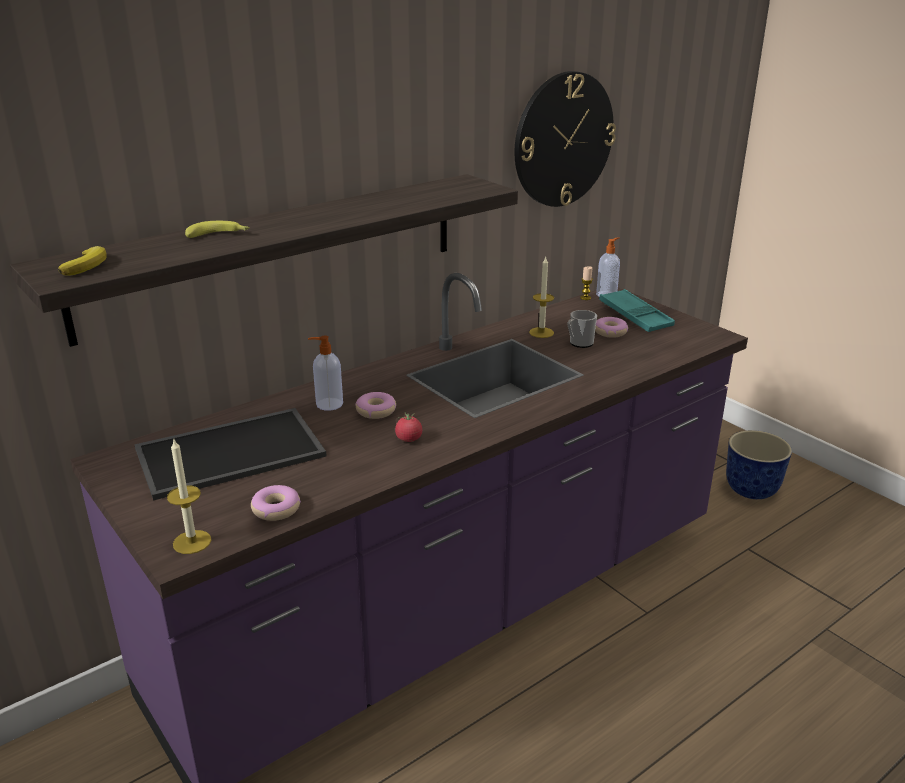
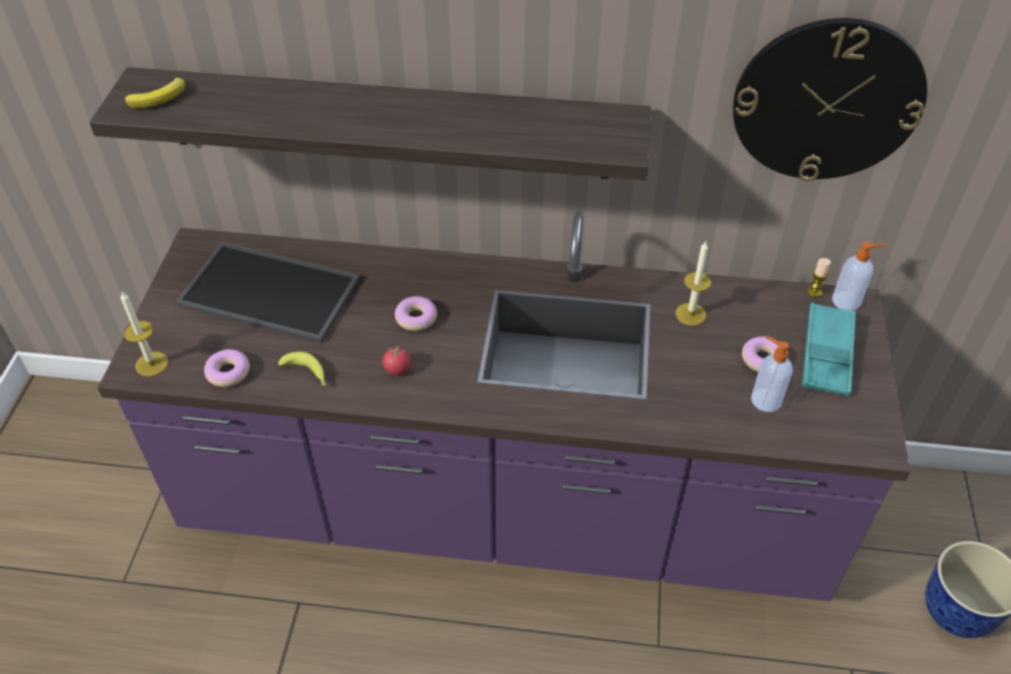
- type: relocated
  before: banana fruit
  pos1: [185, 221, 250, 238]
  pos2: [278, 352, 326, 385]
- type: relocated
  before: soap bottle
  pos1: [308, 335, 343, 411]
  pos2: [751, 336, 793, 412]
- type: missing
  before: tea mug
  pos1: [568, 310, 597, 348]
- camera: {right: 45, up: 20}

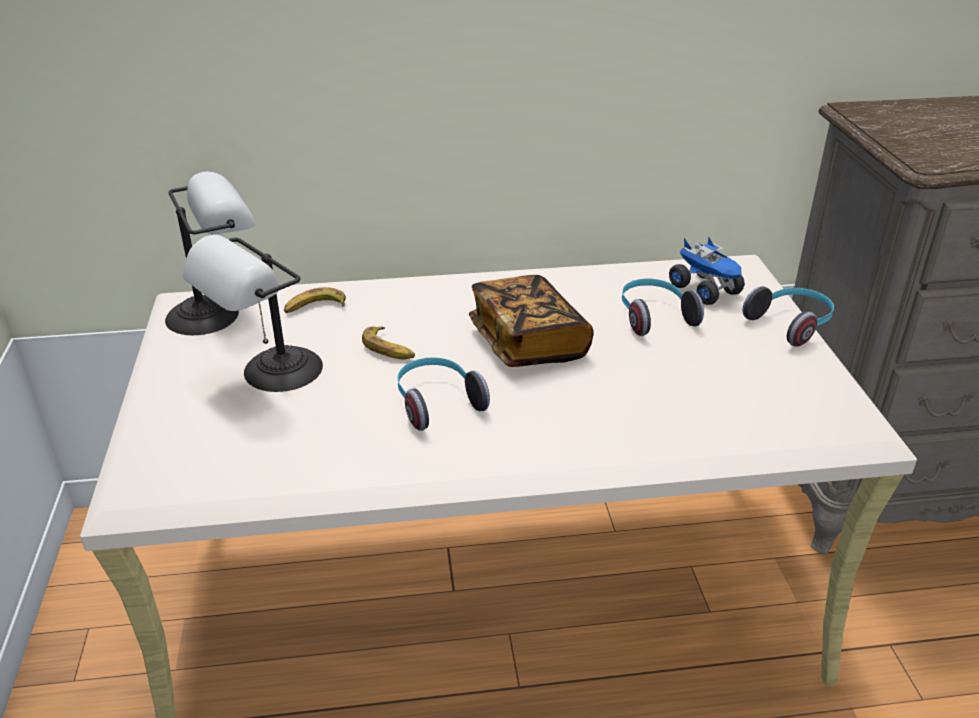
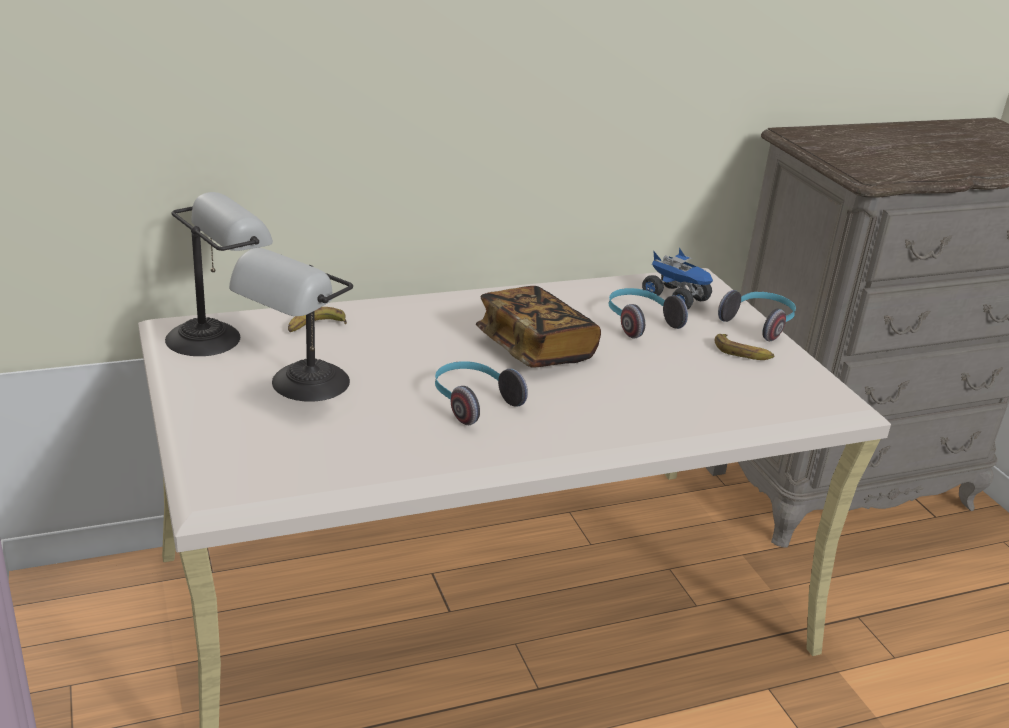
- type: relocated
  before: banana fruit
  pos1: [362, 327, 415, 359]
  pos2: [715, 334, 774, 360]
- camera: {right: -15, up: -5}

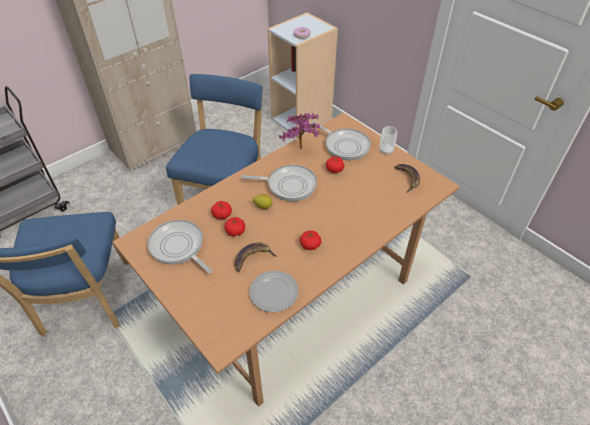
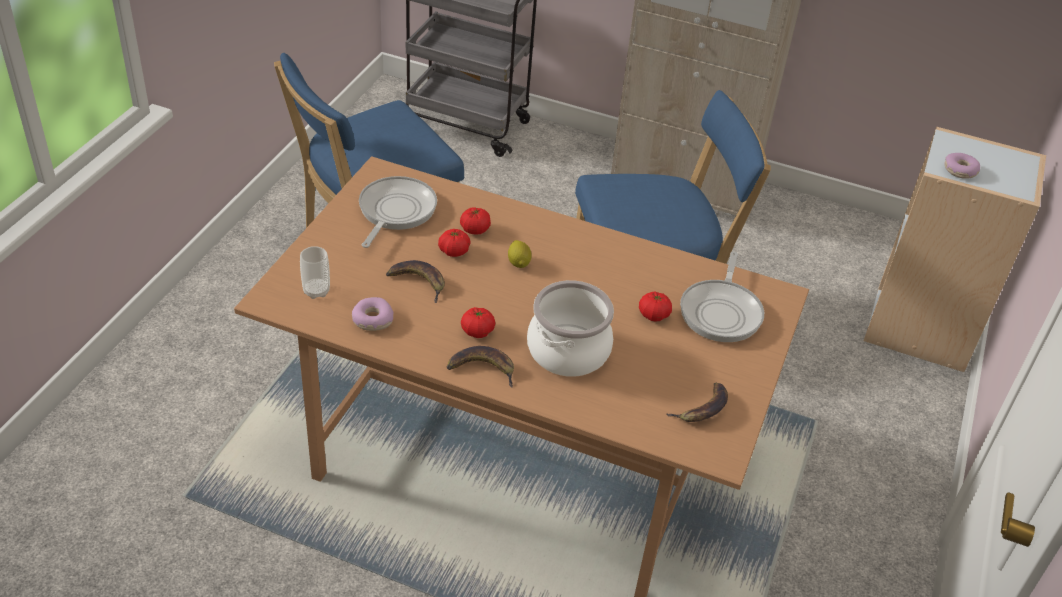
- type: relocated
  before: small cup
  pos1: [379, 126, 397, 155]
  pos2: [300, 246, 330, 299]
- type: exchanged
  before: plate
  after: doughnut
  pos1: [249, 271, 298, 312]
  pos2: [352, 297, 394, 331]
- type: appeared
  after: banana fruit
  pos2: [447, 346, 514, 388]
- type: appeared
  after: cooking pot
  pos2: [527, 280, 614, 377]
- type: missing
  before: skillet
  pos1: [241, 165, 317, 201]
- type: missing
  before: potted plant
  pos1: [279, 113, 320, 149]
- camera: {right: 60, up: -5}

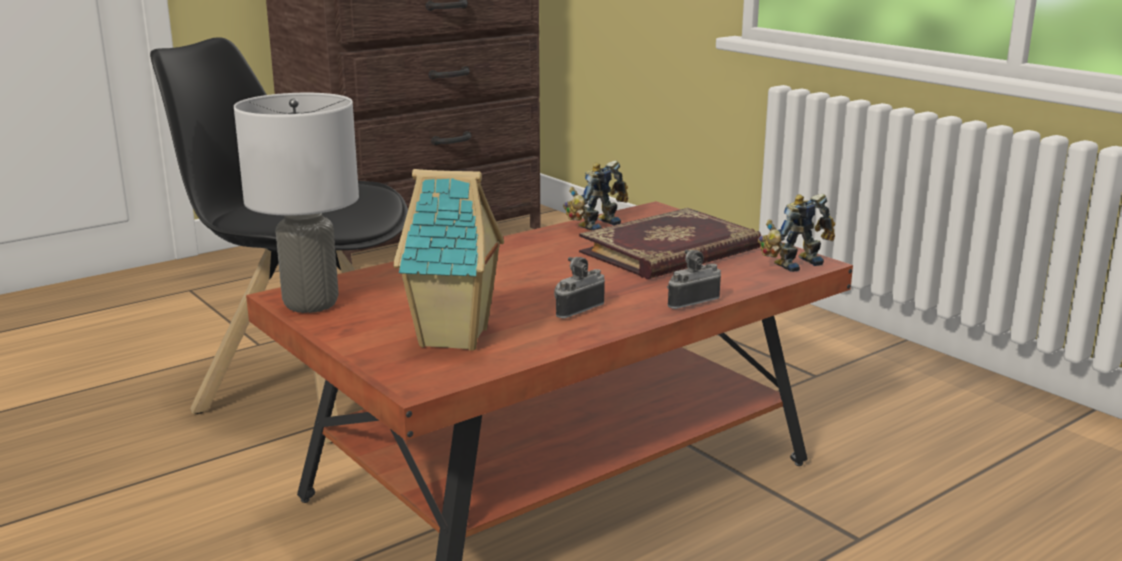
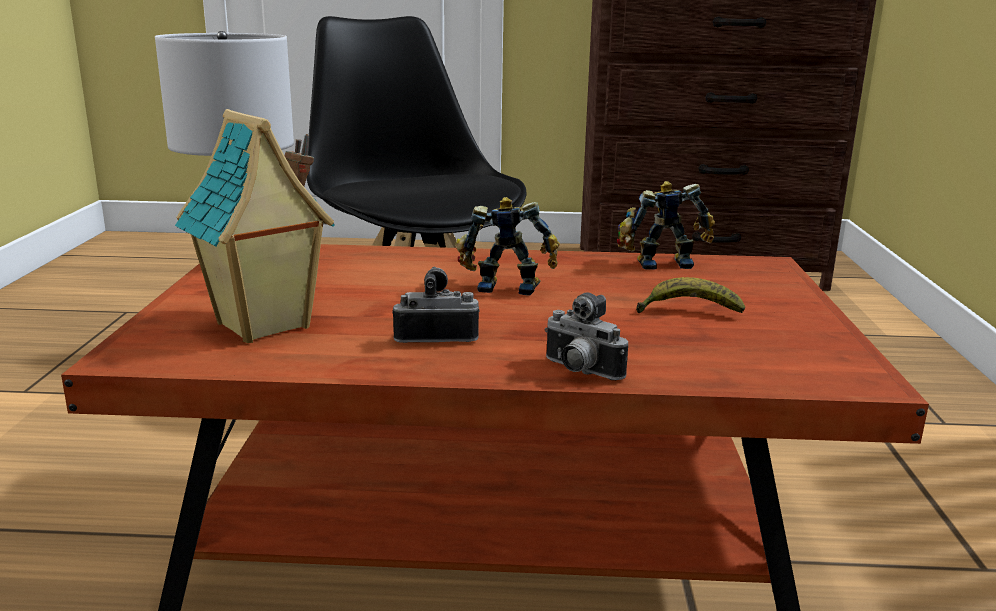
- type: relocated
  before: model robot
  pos1: [758, 194, 835, 272]
  pos2: [455, 197, 560, 296]
- type: spun
  before: still camera
  pos1: [667, 250, 721, 309]
  pos2: [544, 292, 628, 380]
  turn: -150
- type: exchanged
  before: book
  after: banana fruit
  pos1: [579, 208, 761, 279]
  pos2: [636, 277, 745, 313]
- camera: {right: 40, up: 0}

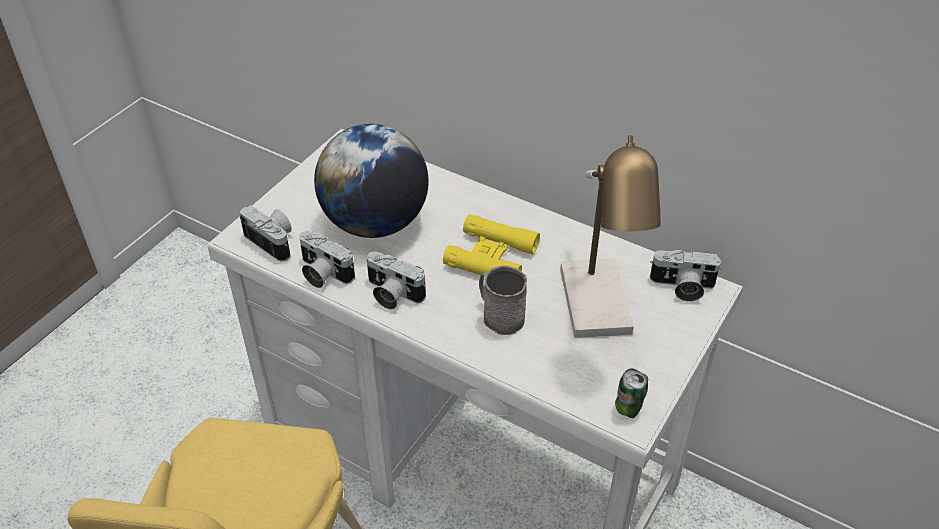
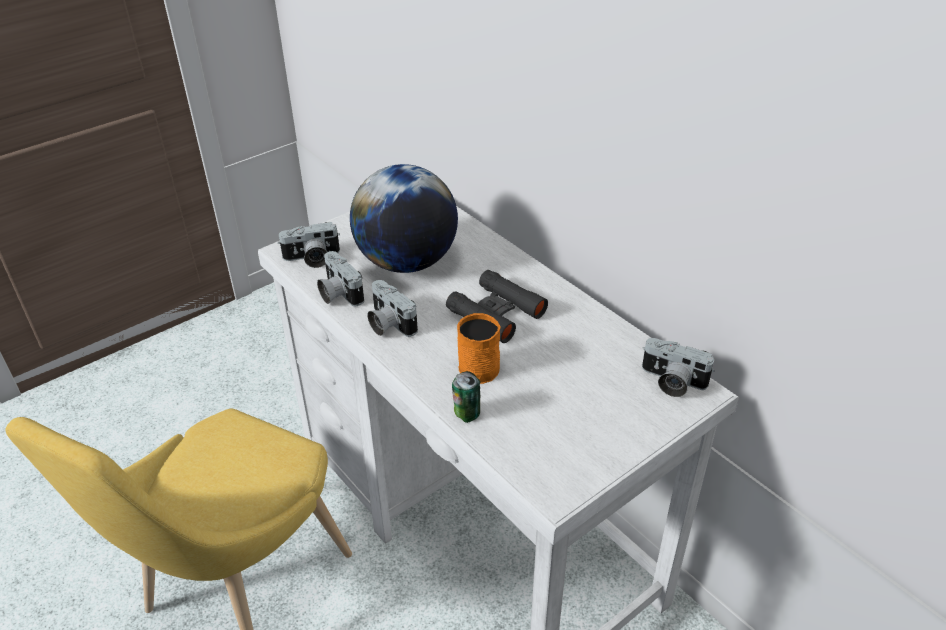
- type: spun
  before: still camera
  pos1: [239, 205, 292, 262]
  pos2: [278, 222, 340, 268]
  turn: 105
- type: colour
  before: binoculars (yellow-coloured)
  after: binoculars (black)
  pos1: [443, 214, 540, 275]
  pos2: [446, 270, 548, 343]
- type: relocated
  before: can
  pos1: [615, 368, 648, 418]
  pos2: [452, 371, 480, 423]
- type: colour
  before: tea mug (greyish)
  after: tea mug (orange)
  pos1: [479, 266, 527, 335]
  pos2: [457, 313, 501, 384]
- type: missing
  before: tabletop lamp
  pos1: [560, 135, 661, 338]
- camera: {right: 20, up: -5}

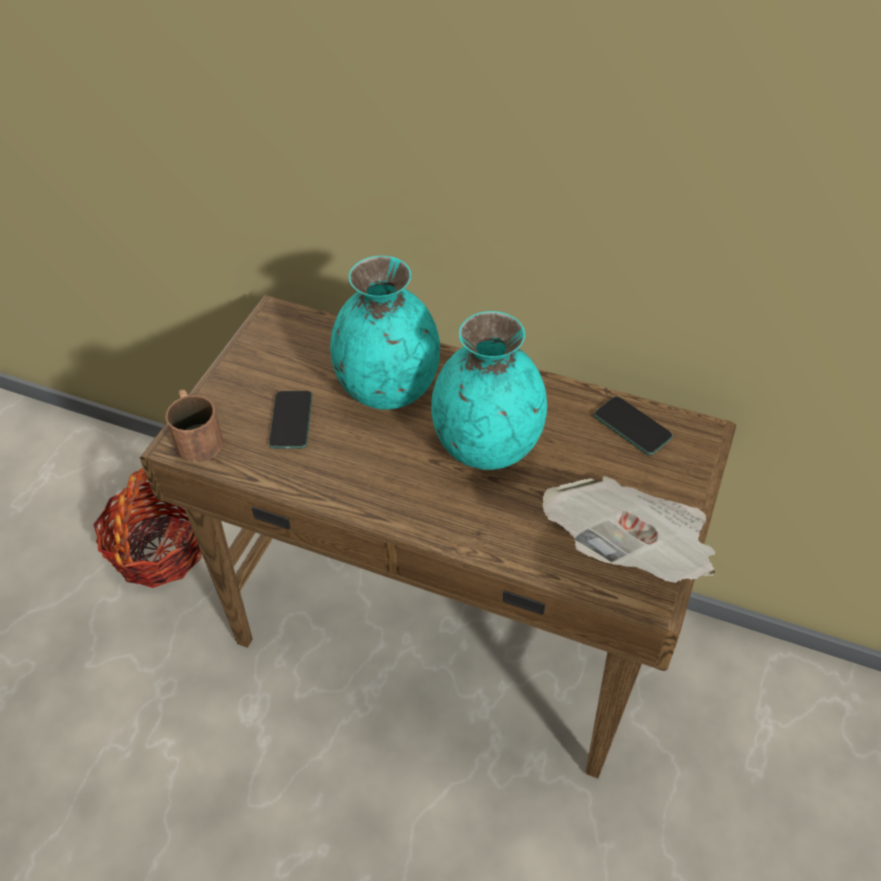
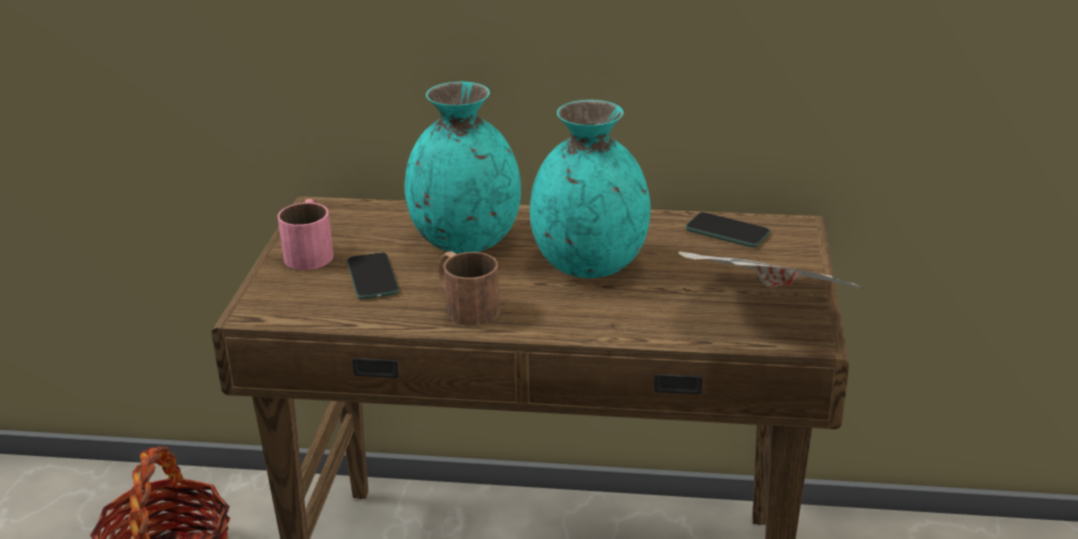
- type: appeared
  after: tea mug (pinkish)
  pos2: [278, 199, 334, 270]
- type: relocated
  before: tea mug (brownish)
  pos1: [165, 389, 223, 463]
  pos2: [439, 251, 500, 326]
- camera: {right: -15, up: -20}

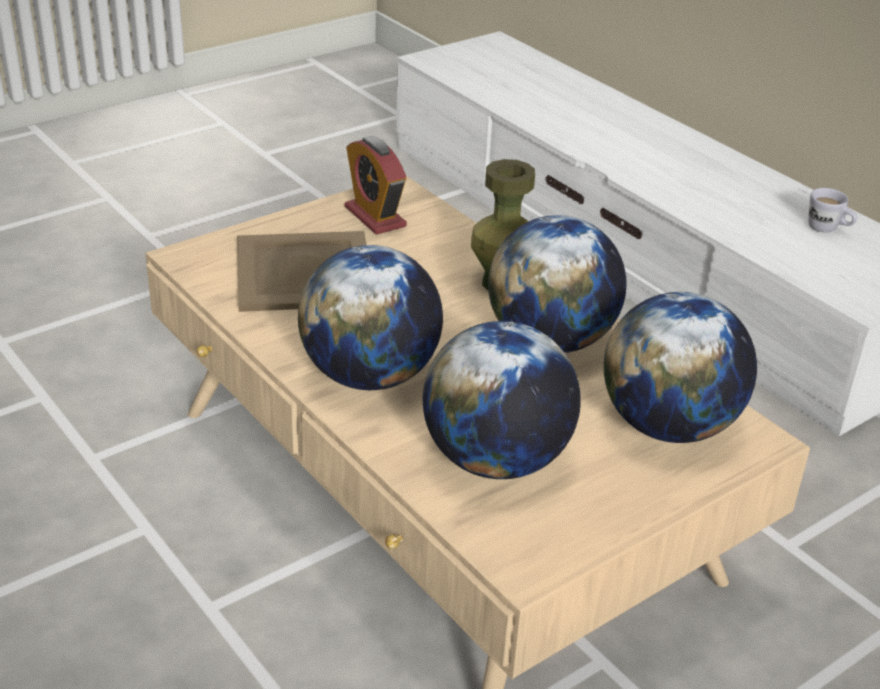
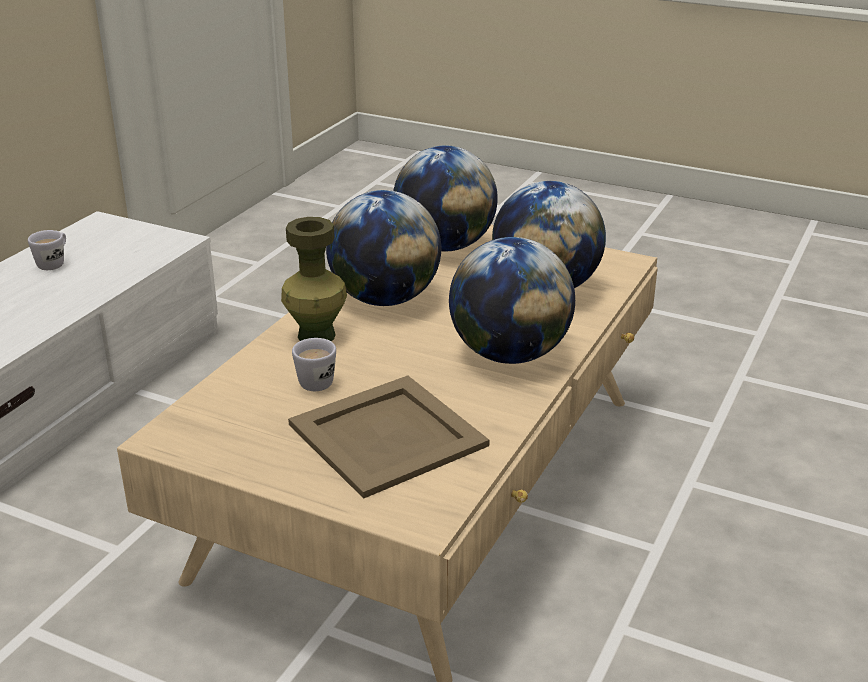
- type: appeared
  after: tea mug (white)
  pos2: [292, 338, 336, 391]
- type: missing
  before: alarm clock
  pos1: [345, 136, 407, 235]
- camera: {right: -115, up: -5}

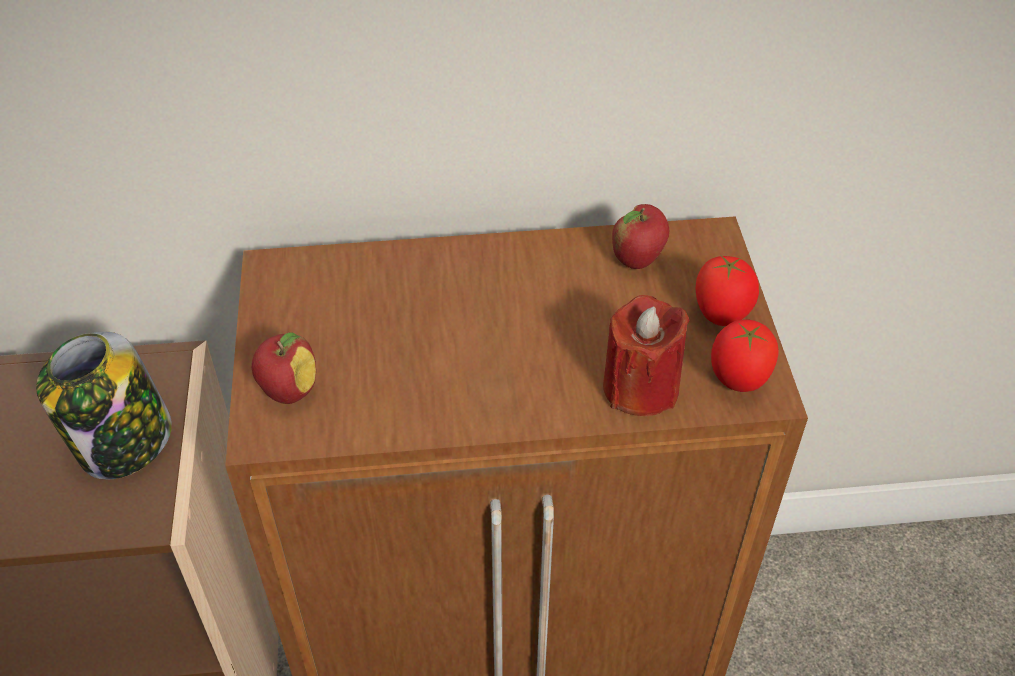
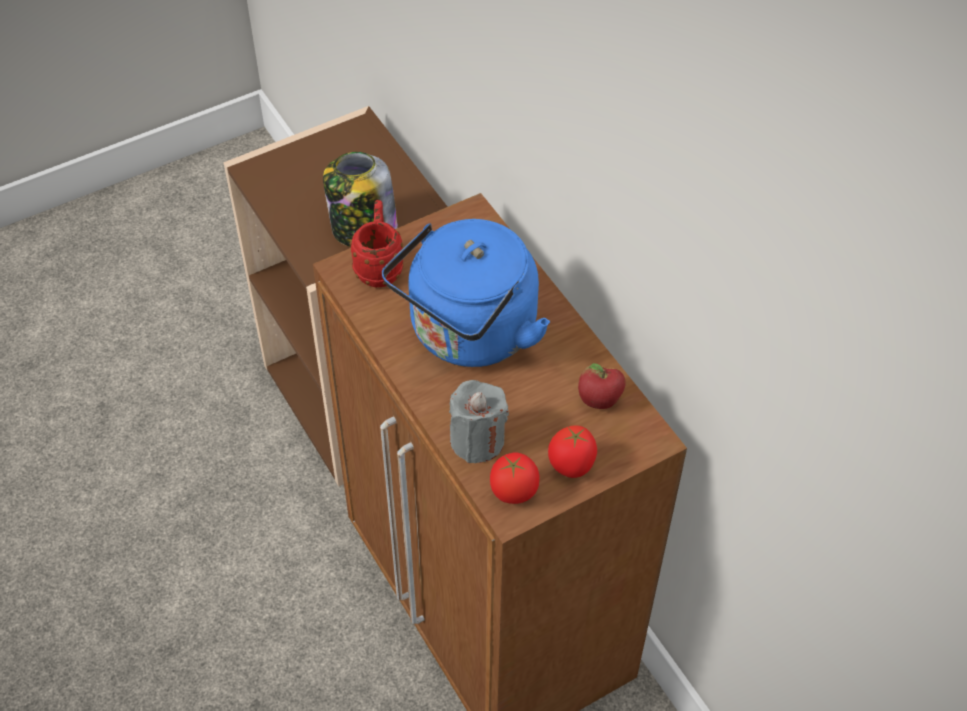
- type: exchanged
  before: apple fruit
  after: tea mug (red-coloured)
  pos1: [252, 332, 316, 404]
  pos2: [350, 200, 404, 287]
- type: appeared
  after: kettle (bluish)
  pos2: [382, 219, 550, 367]
- type: colour
  before: wax light (red-coloured)
  after: wax light (greyish)
  pos1: [603, 295, 689, 416]
  pos2: [449, 380, 509, 463]
- camera: {right: 65, up: 5}

